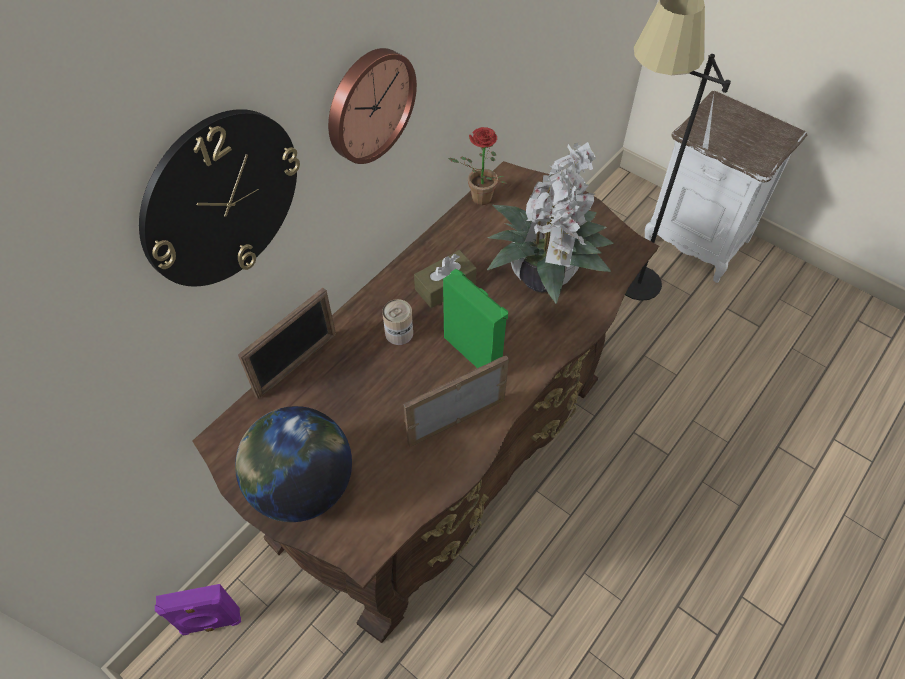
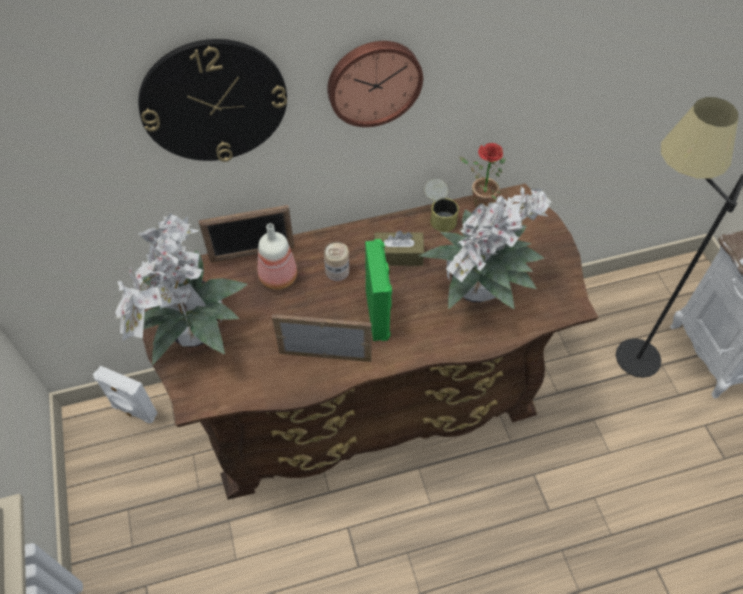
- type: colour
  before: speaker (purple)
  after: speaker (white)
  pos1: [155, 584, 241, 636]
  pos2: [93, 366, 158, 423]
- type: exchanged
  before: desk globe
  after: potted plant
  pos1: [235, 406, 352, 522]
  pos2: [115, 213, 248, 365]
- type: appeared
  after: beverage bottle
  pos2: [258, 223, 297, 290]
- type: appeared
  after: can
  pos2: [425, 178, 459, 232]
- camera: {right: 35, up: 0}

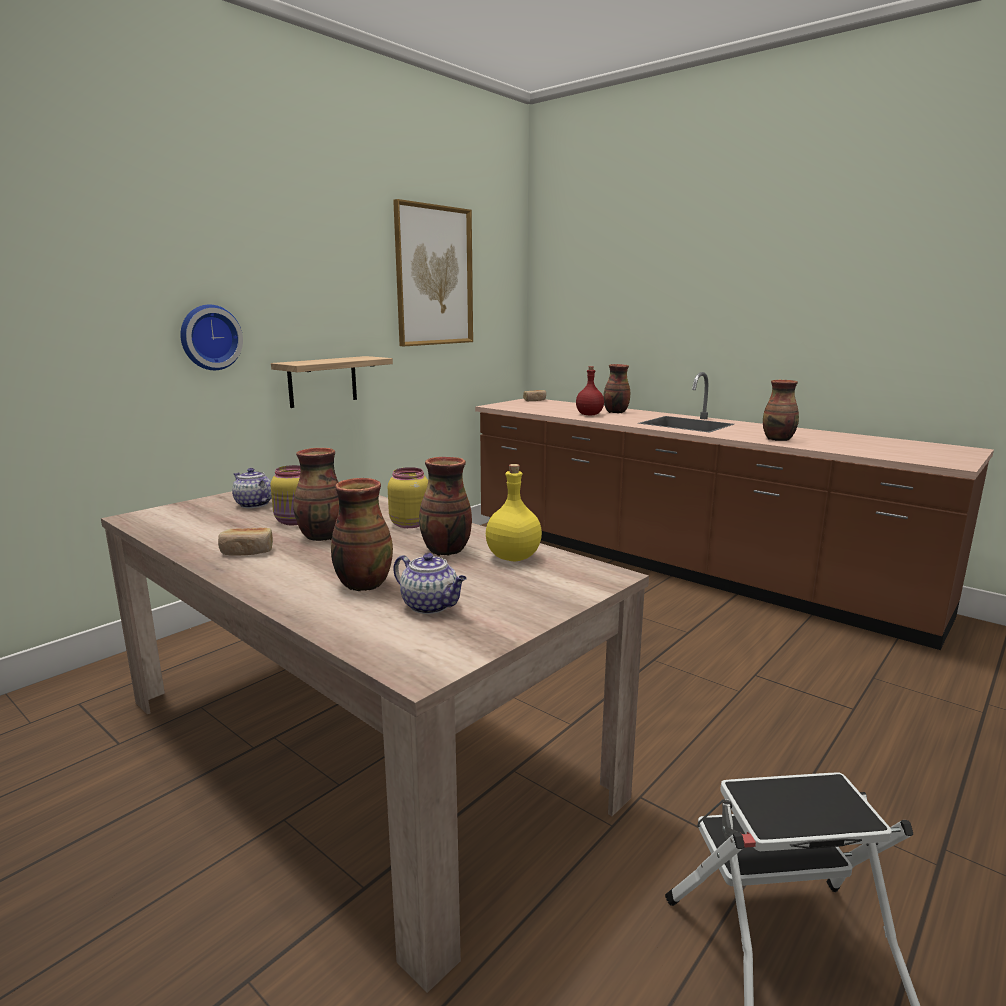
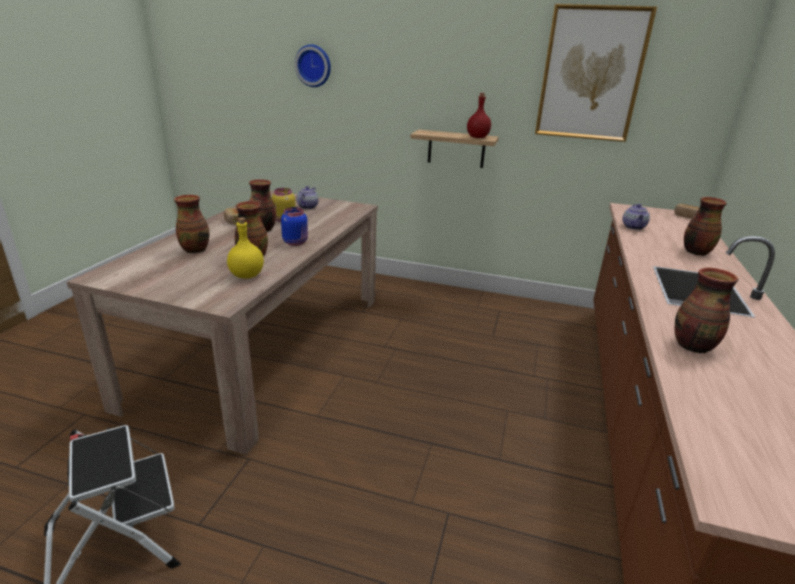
- type: colour
  before: storage jar (yellow-coloured)
  after: storage jar (bluish)
  pos1: [388, 467, 428, 528]
  pos2: [281, 207, 308, 246]
- type: relocated
  before: clock on the wall
  pos1: [180, 305, 243, 370]
  pos2: [295, 44, 331, 87]
- type: relocated
  before: beverage bottle (red-coloured)
  pos1: [576, 366, 604, 416]
  pos2: [467, 93, 491, 138]
- type: relocated
  before: pot for tea
  pos1: [393, 553, 467, 614]
  pos2: [623, 204, 650, 230]
- camera: {right: 65, up: 10}

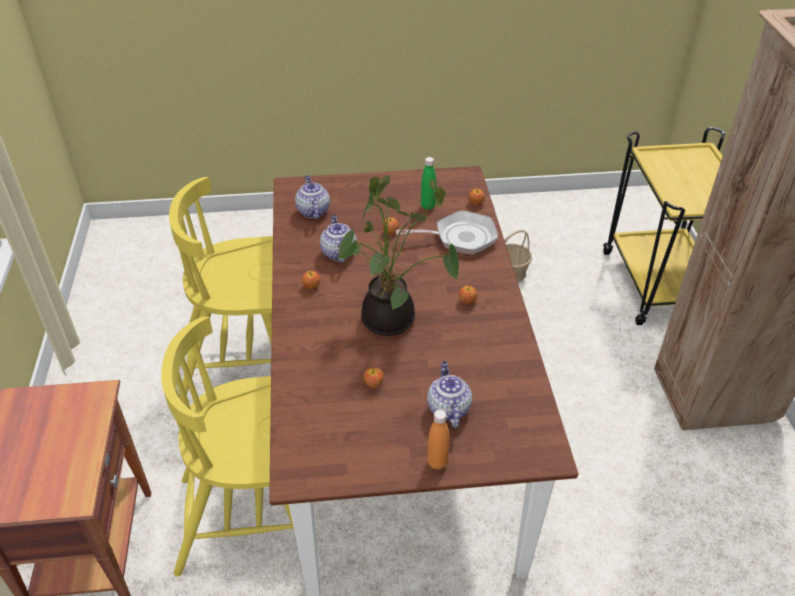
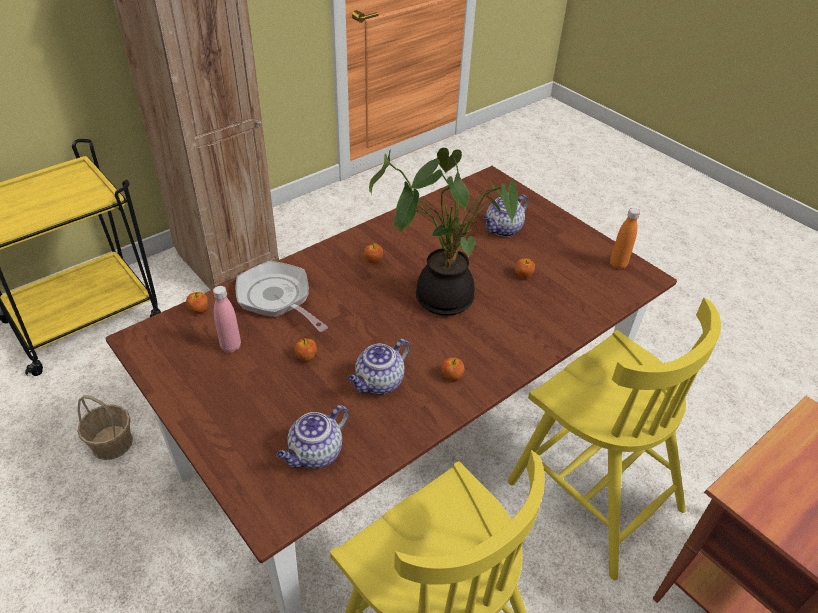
- type: colour
  before: beverage bottle (green)
  after: beverage bottle (pinkish)
  pos1: [421, 157, 436, 209]
  pos2: [213, 286, 241, 353]
- type: relocated
  before: beverage bottle (orange)
  pos1: [427, 410, 449, 470]
  pos2: [610, 208, 640, 270]
- camera: {right: -125, up: 0}

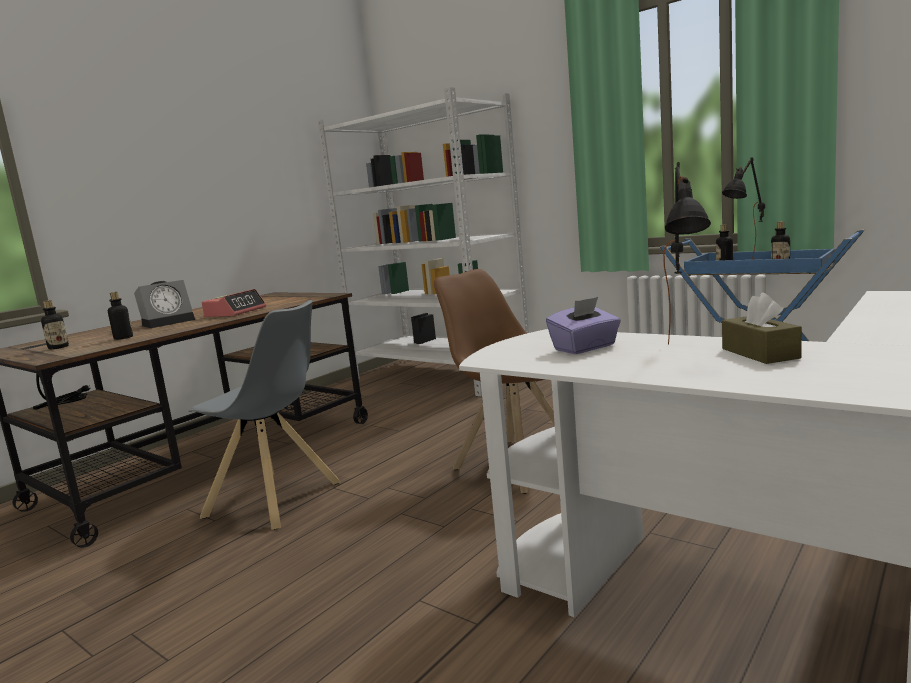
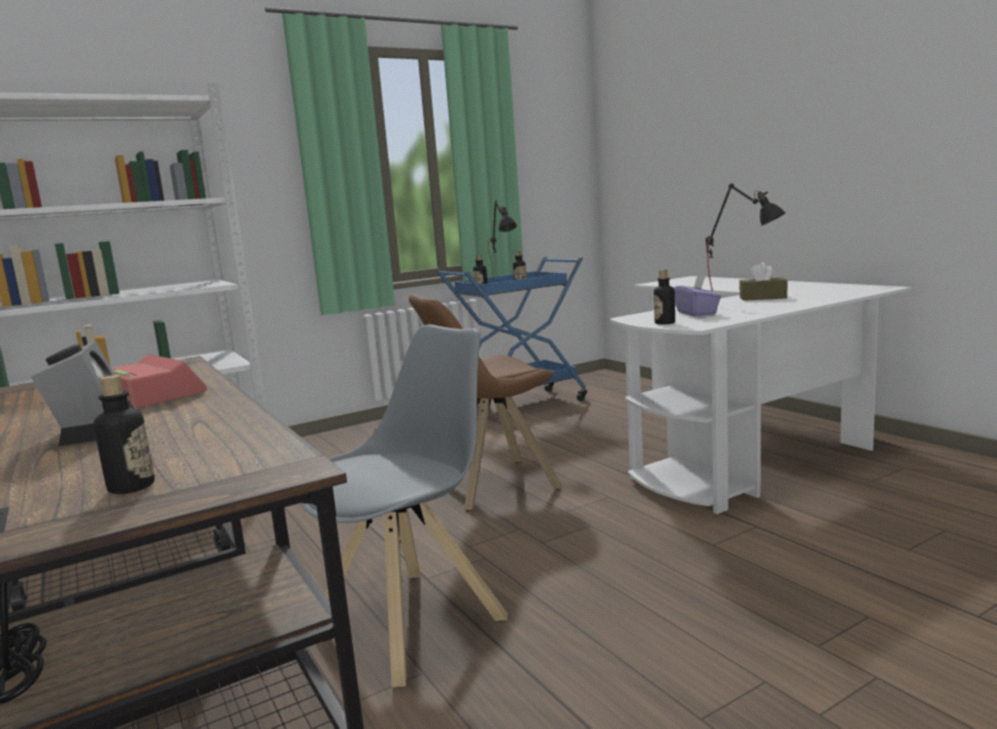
- type: relocated
  before: beverage bottle
  pos1: [108, 292, 133, 340]
  pos2: [654, 270, 675, 325]
- camera: {right: -70, up: 0}

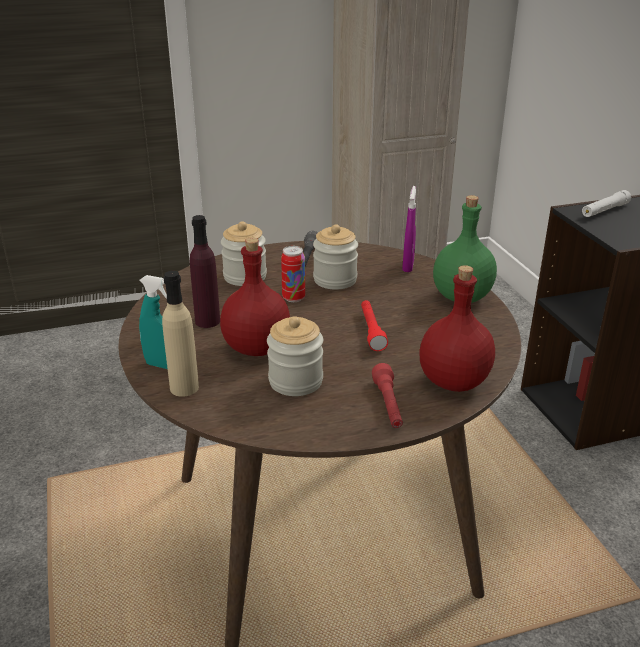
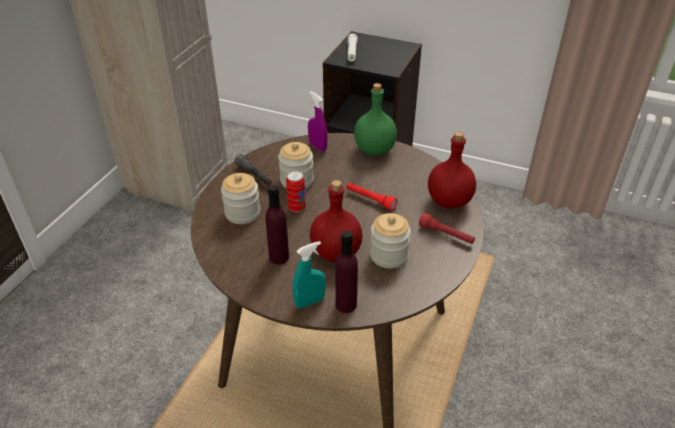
- type: colour
  before: beverage bottle (beige)
  after: beverage bottle (purple)
  pos1: [162, 271, 199, 397]
  pos2: [335, 230, 358, 313]
- camera: {right: -50, up: 10}

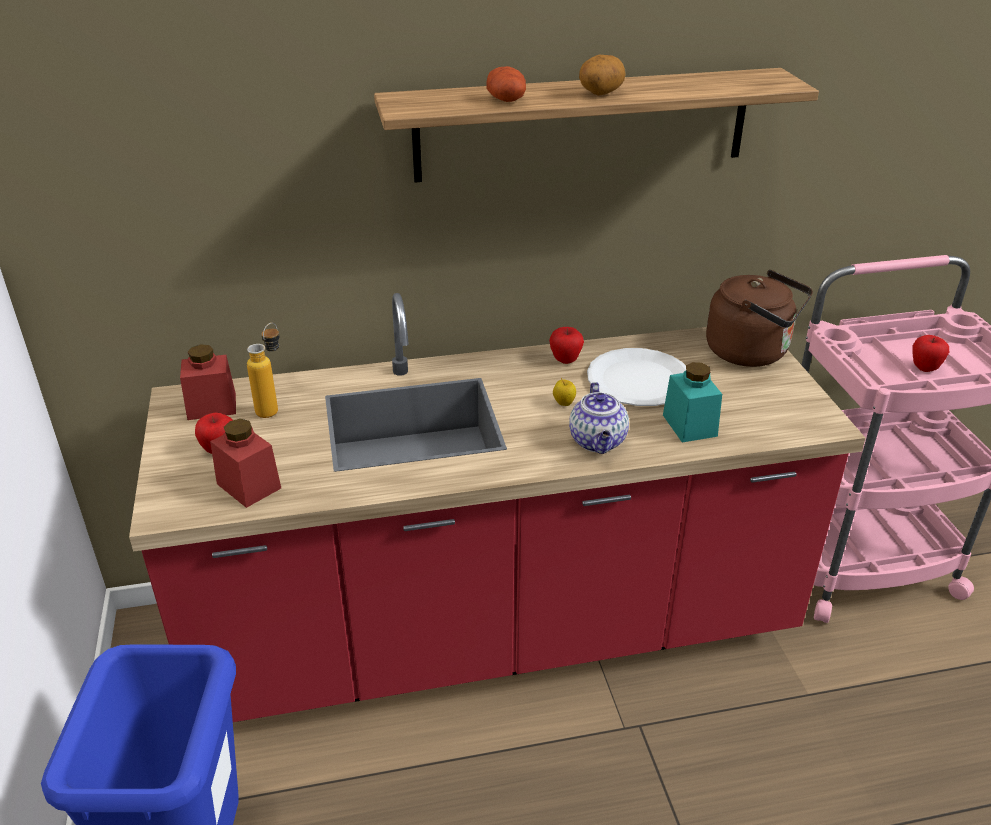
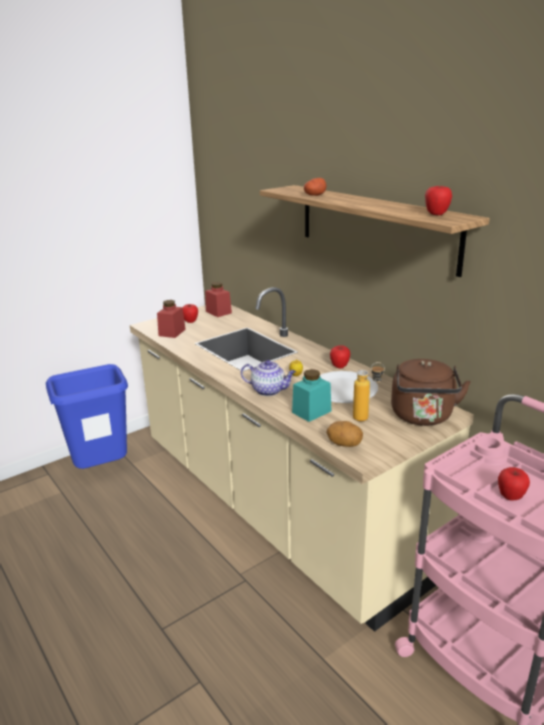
- type: colour
  before: kitchen base unit (red-coloured)
  after: kitchen base unit (beige)
  pos1: [129, 293, 866, 722]
  pos2: [130, 287, 474, 632]
- type: spun
  before: pot for tea
  pos1: [569, 382, 629, 454]
  pos2: [241, 360, 296, 396]
  turn: -135
- type: relocated
  before: potato
  pos1: [579, 55, 626, 96]
  pos2: [326, 421, 363, 447]
- type: relocated
  before: beverage bottle
  pos1: [247, 323, 280, 418]
  pos2: [353, 362, 385, 421]
- type: appeared
  after: apple fruit
  pos2: [425, 185, 452, 215]
- camera: {right: 65, up: -10}

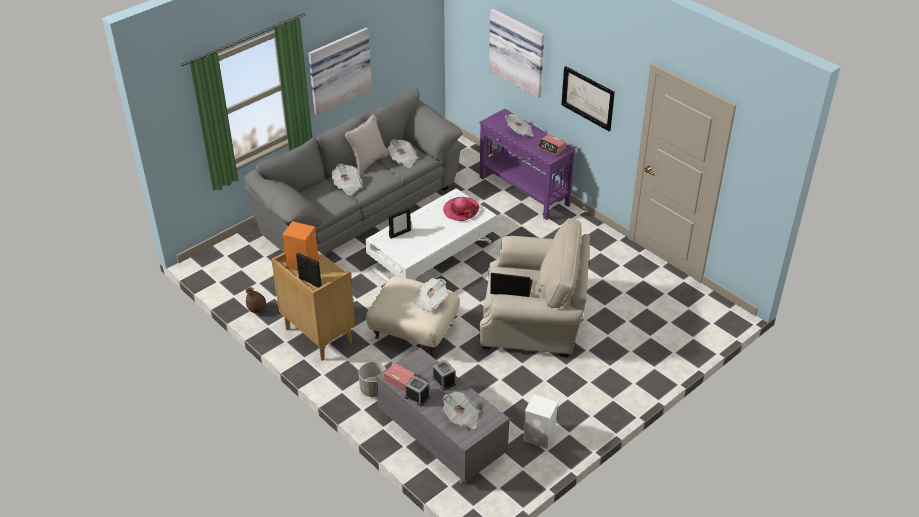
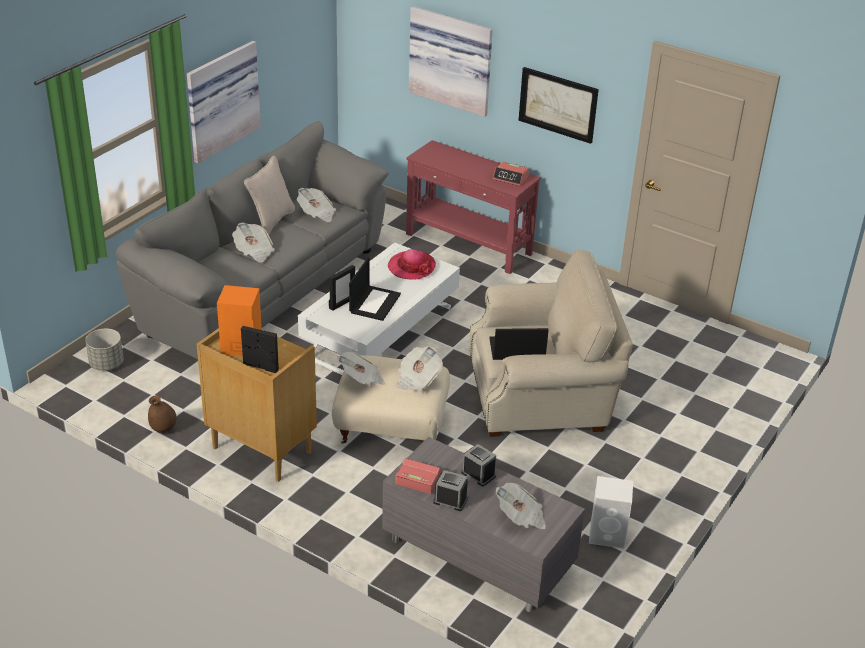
- type: relocated
  before: planter (greyish)
  pos1: [359, 362, 386, 397]
  pos2: [85, 329, 124, 371]
- type: relocated
  before: printed paper
  pos1: [505, 114, 533, 137]
  pos2: [337, 352, 385, 385]
- type: appeared
  after: portable computer
  pos2: [349, 258, 401, 321]
- type: colour
  before: hall table (purple)
  after: hall table (red-coloured)
  pos1: [479, 109, 576, 220]
  pos2: [406, 140, 541, 274]
- camera: {right: -15, up: -5}

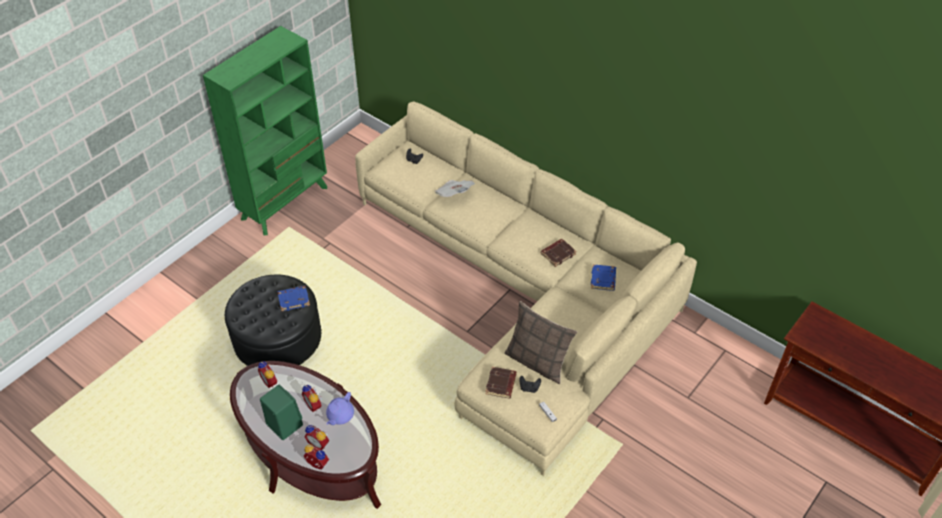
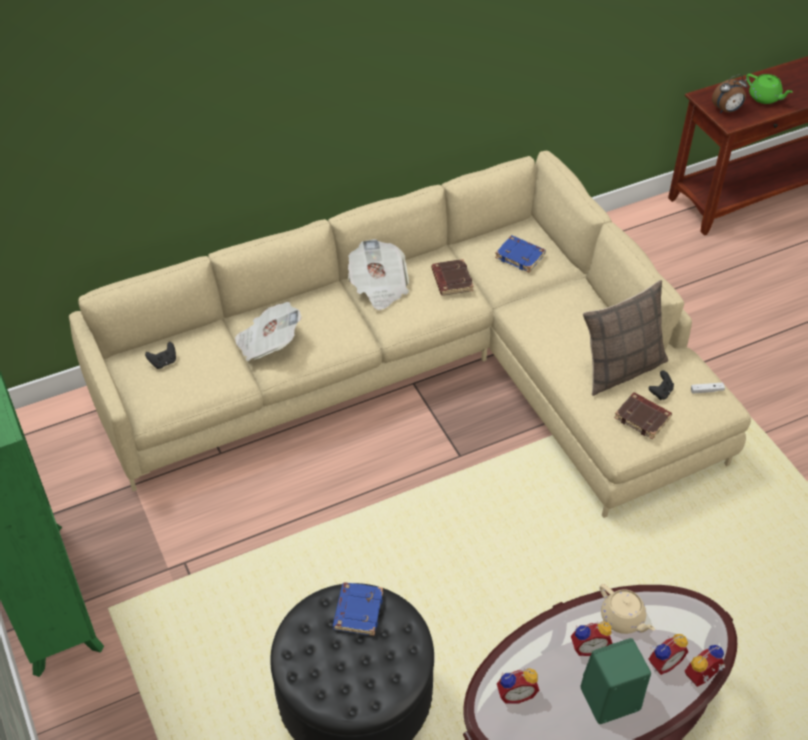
- type: appeared
  after: printed paper
  pos2: [348, 239, 409, 310]
- type: colour
  before: pot for tea (purple)
  after: pot for tea (beige)
  pos1: [326, 392, 354, 425]
  pos2: [600, 584, 655, 634]
- type: appeared
  after: alarm clock
  pos2: [712, 74, 748, 113]
- type: appeared
  after: pot for tea (green)
  pos2: [746, 74, 793, 104]
- camera: {right: -65, up: 0}

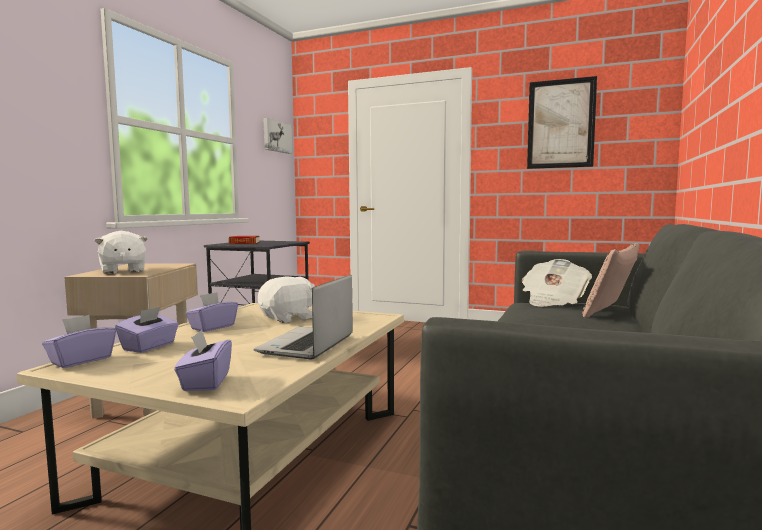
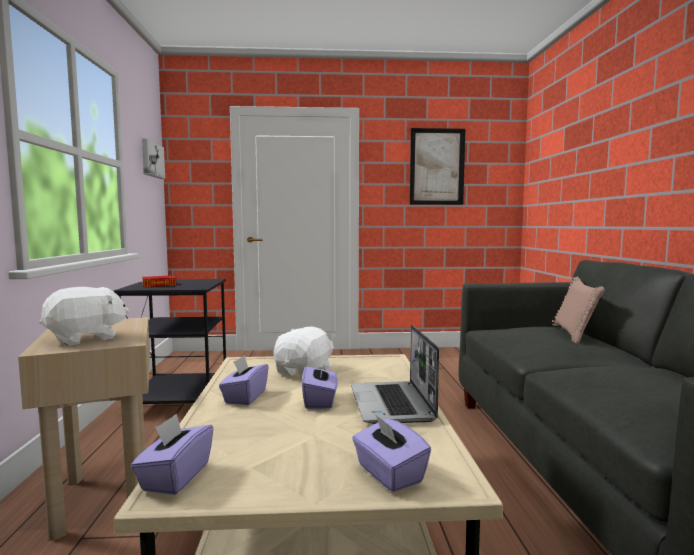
- type: spun
  before: plush toy (white)
  pos1: [94, 231, 148, 274]
  pos2: [39, 287, 129, 346]
  turn: -75
- type: relocated
  before: tissue box (purple)
  pos1: [115, 307, 179, 353]
  pos2: [302, 360, 338, 409]
- type: missing
  before: printed paper
  pos1: [522, 259, 592, 307]
- camera: {right: -25, up: 0}

